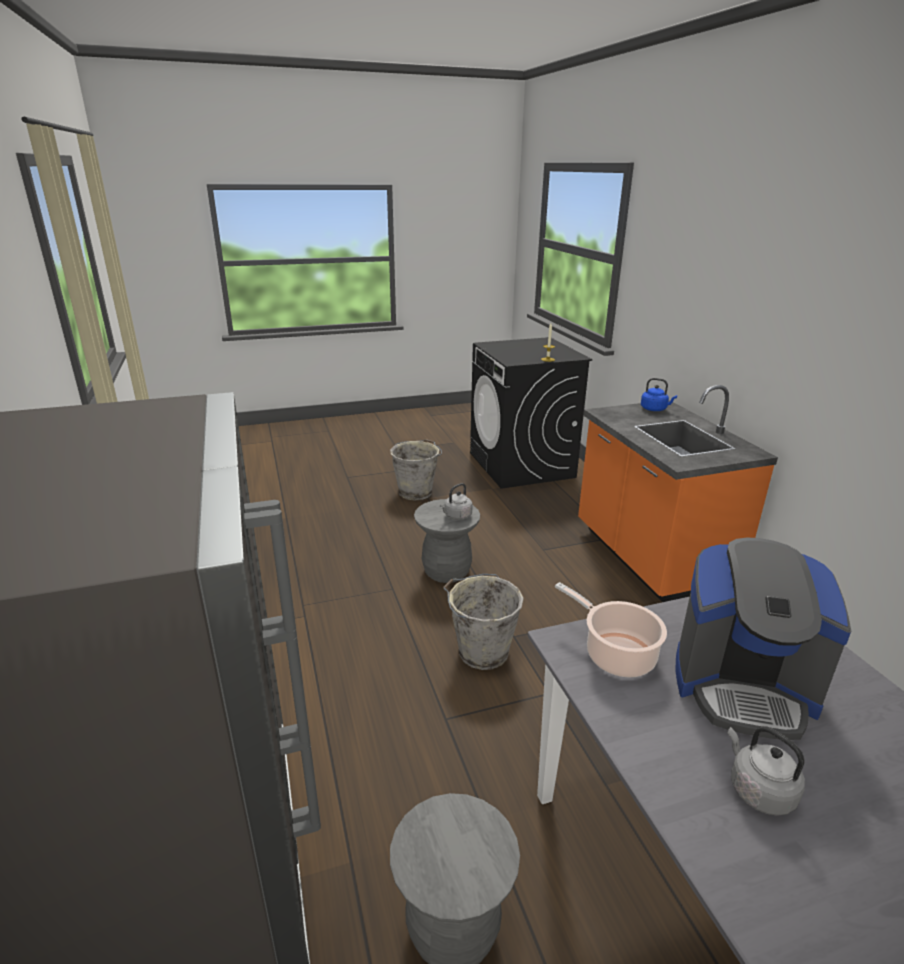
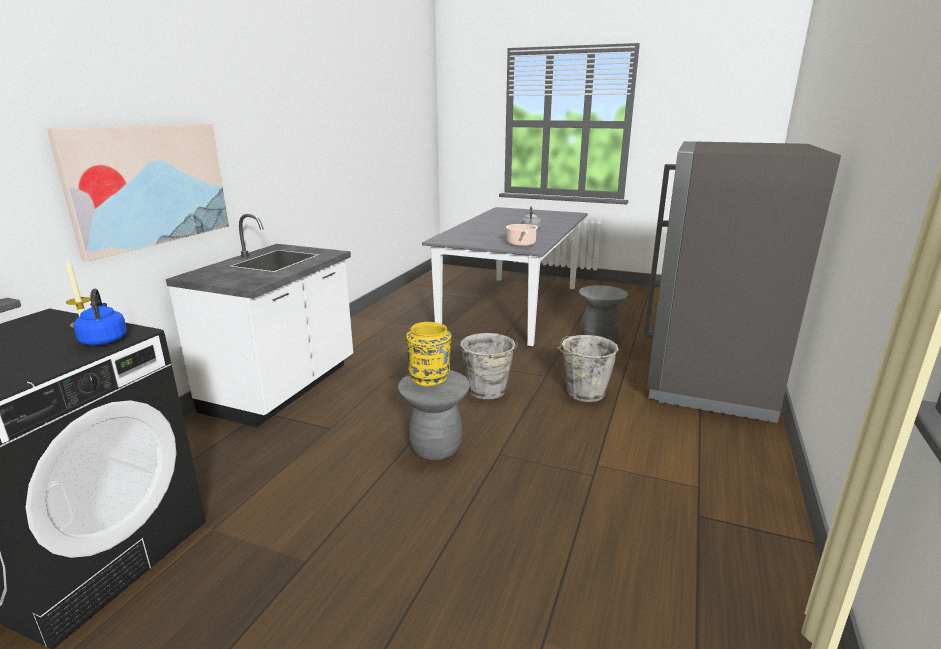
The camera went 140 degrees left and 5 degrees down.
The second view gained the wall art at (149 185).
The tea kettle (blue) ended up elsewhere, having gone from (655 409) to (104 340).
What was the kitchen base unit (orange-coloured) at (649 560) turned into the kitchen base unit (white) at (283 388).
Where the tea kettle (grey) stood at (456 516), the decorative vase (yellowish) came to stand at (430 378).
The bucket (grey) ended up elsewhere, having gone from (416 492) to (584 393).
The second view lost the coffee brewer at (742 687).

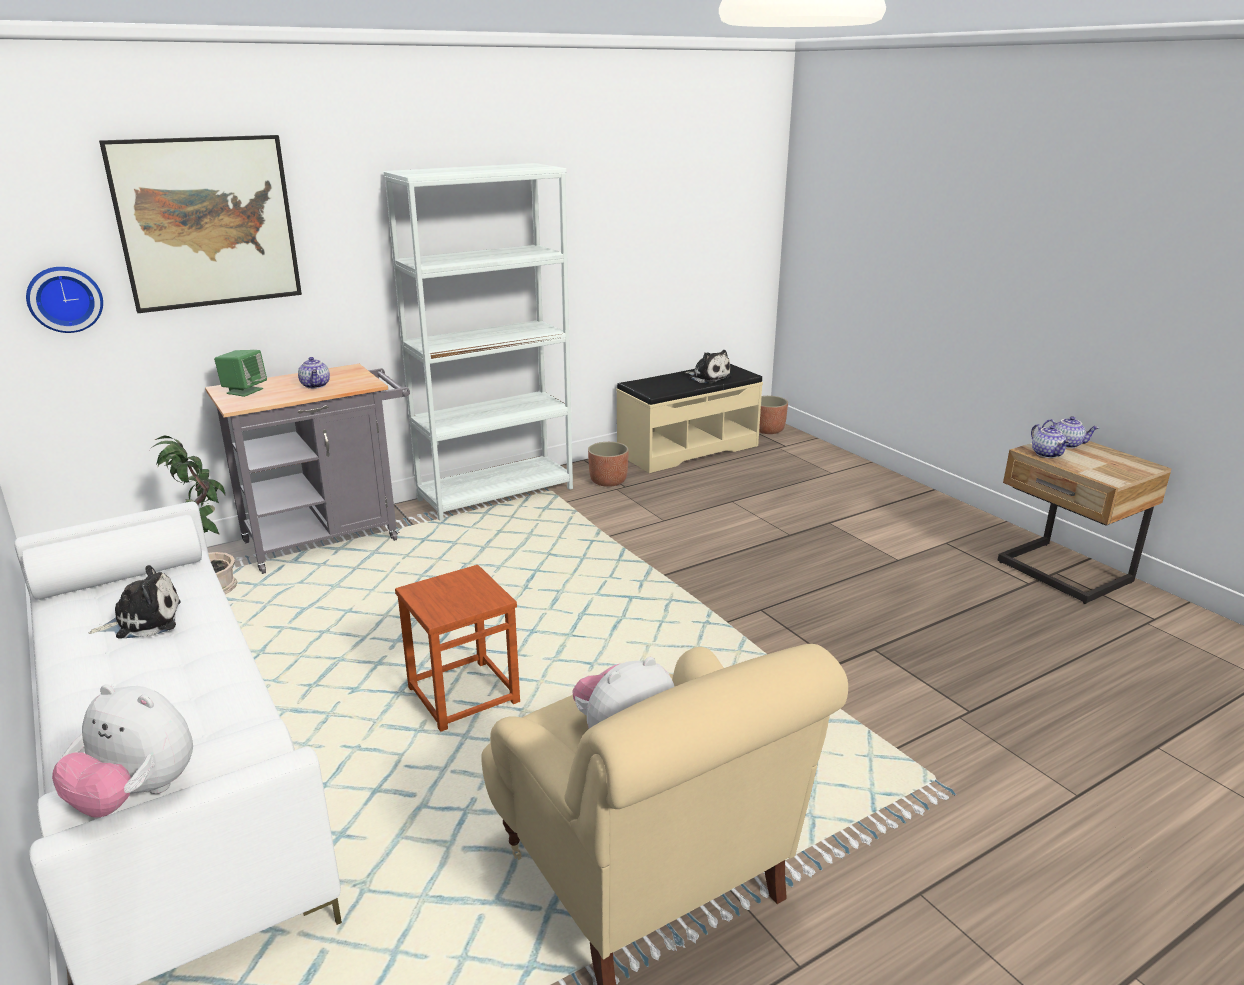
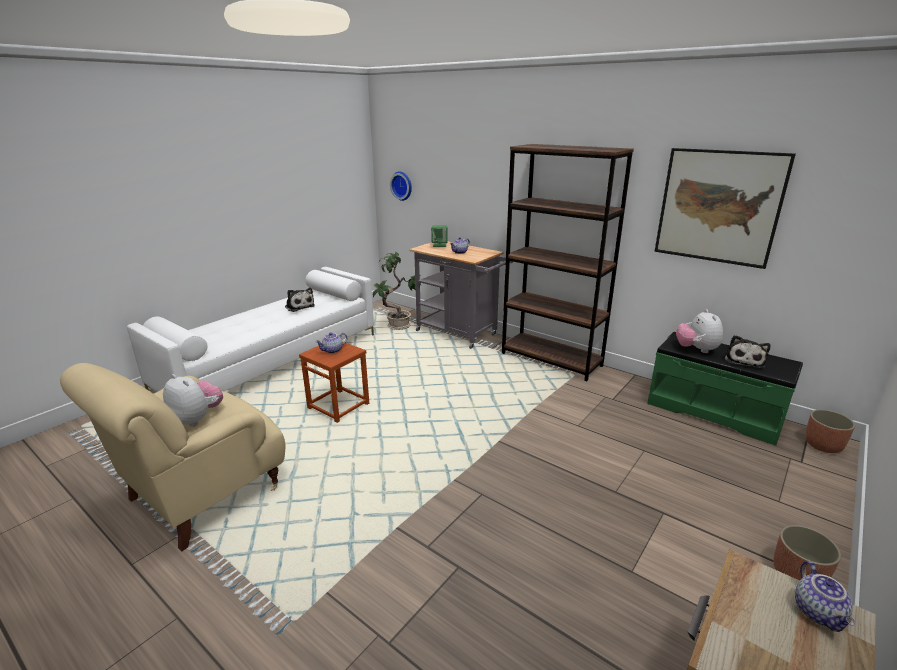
The camera went 70 degrees right and 0 degrees up.
The tea pot ended up elsewhere, having gone from (1047 454) to (332 351).
What was the bookcase (white) at (496 494) turned into the bookcase (brown) at (551 359).
What was the indoor bench (sand-coloured) at (687 449) turned into the indoor bench (greenish) at (714 411).
The wall art ended up elsewhere, having gone from (207 222) to (718 207).
The soft toy ended up elsewhere, having gone from (136 795) to (696 349).
The flower pot ended up elsewhere, having gone from (608 481) to (797 576).

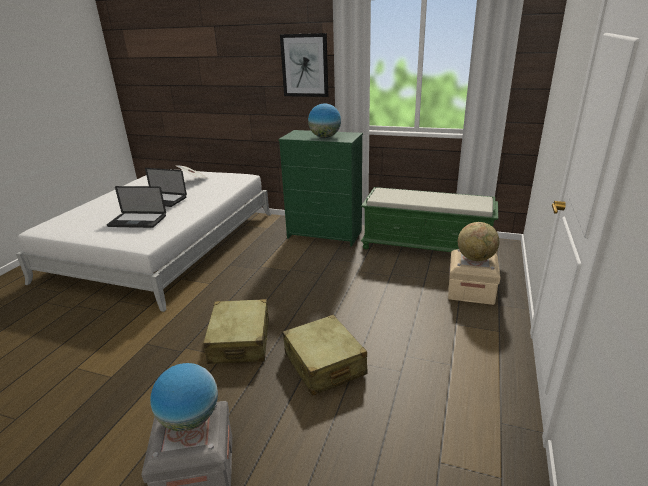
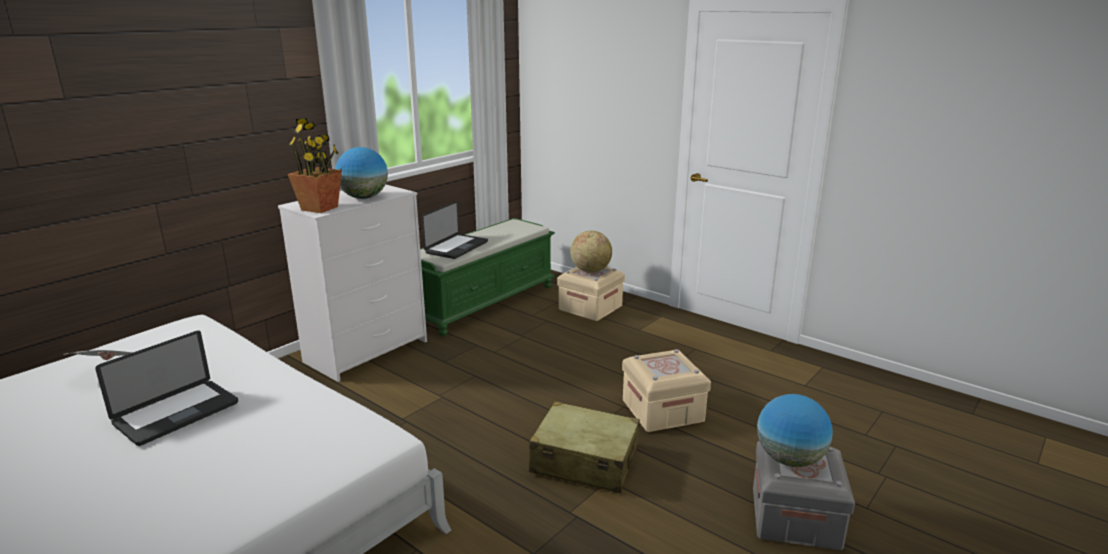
The camera went 70 degrees left and 5 degrees down.
What was the dresser (greenish) at (325 234) turned into the dresser (white) at (367 351).
The second view gained the plant in a pot at (320 208).
The laptop ended up elsewhere, having gone from (137 221) to (457 247).
Where the travel case (sand-coloured) stood at (324 364), the storage container (sand-coloured) came to stand at (662 411).
The second view lost the wall art at (305 65).

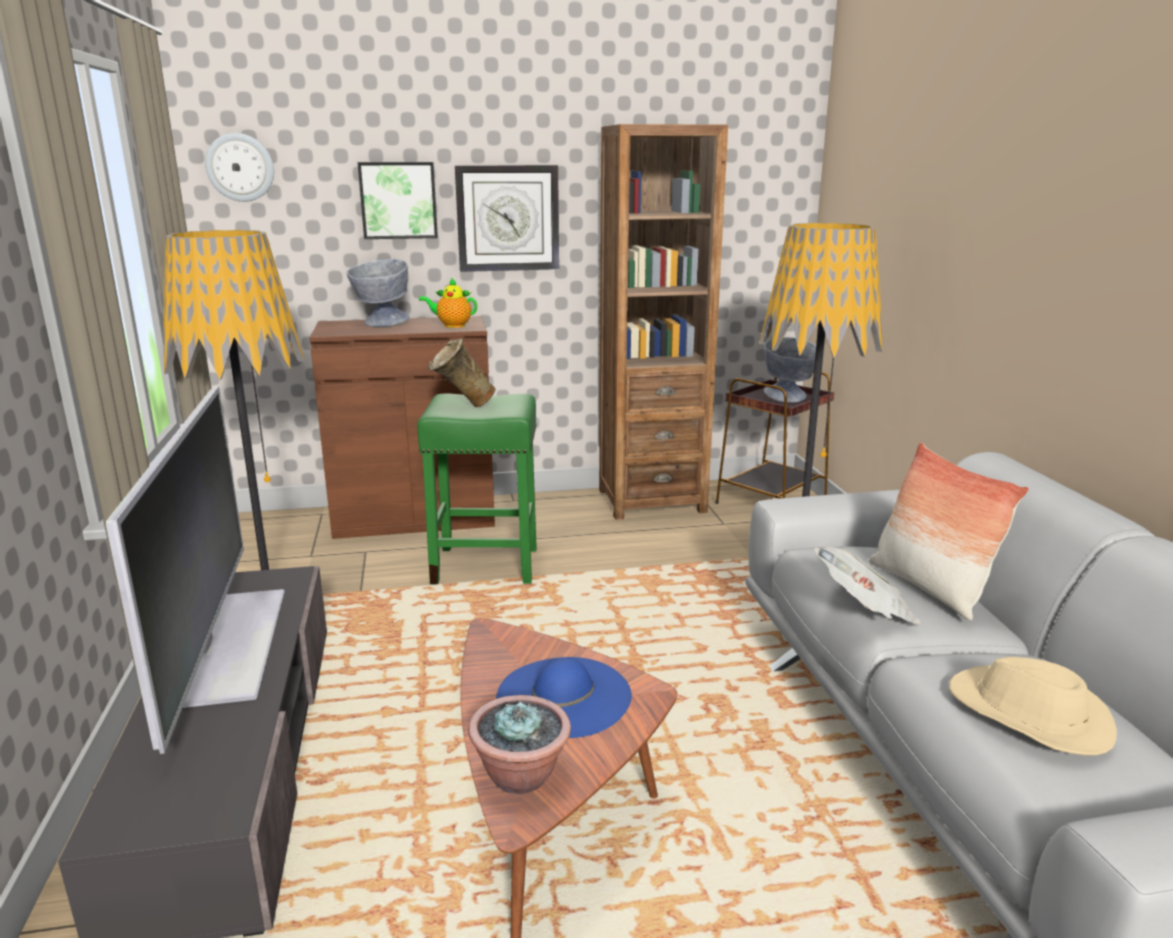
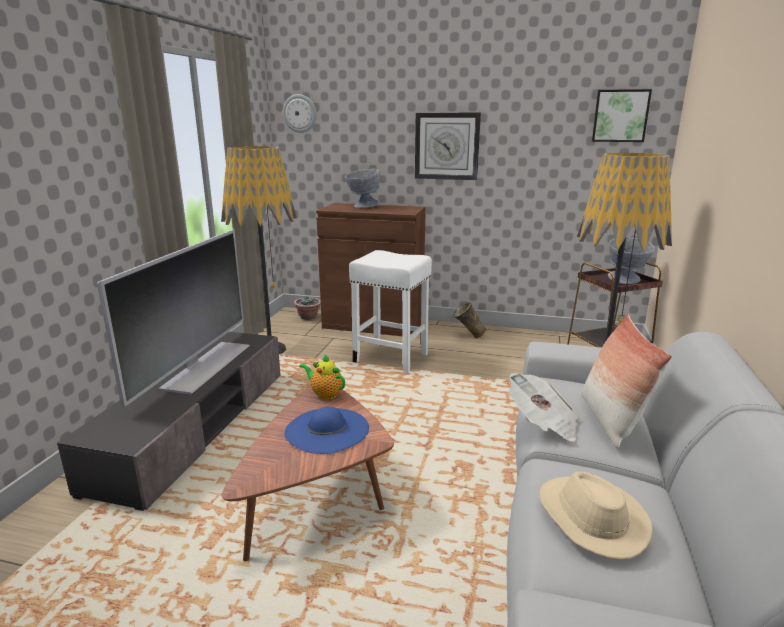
The camera went 25 degrees right and 0 degrees up.
The plant in a pot ended up elsewhere, having gone from (521 776) to (308 317).
The tea pot ended up elsewhere, having gone from (452 325) to (325 394).
What was the sitting stool (greenish) at (487 565) turned into the sitting stool (white) at (392 358).
The decorative vase (sand-coloured) ended up elsewhere, having gone from (462 408) to (467 337).
The wall art ended up elsewhere, having gone from (398 200) to (620 116).
The second view lost the bookcase (brown) at (651 501).

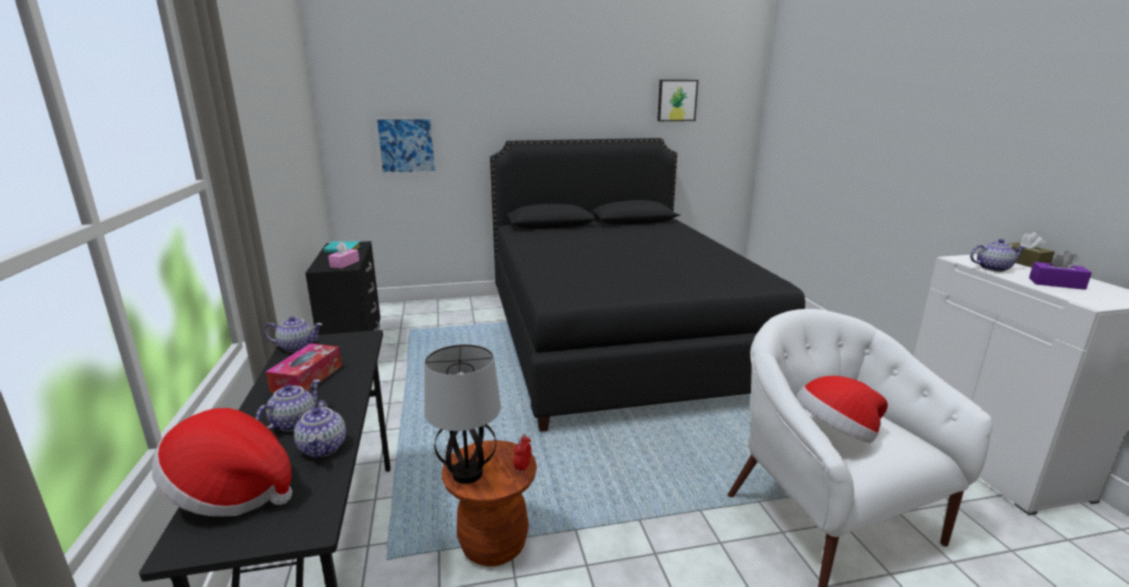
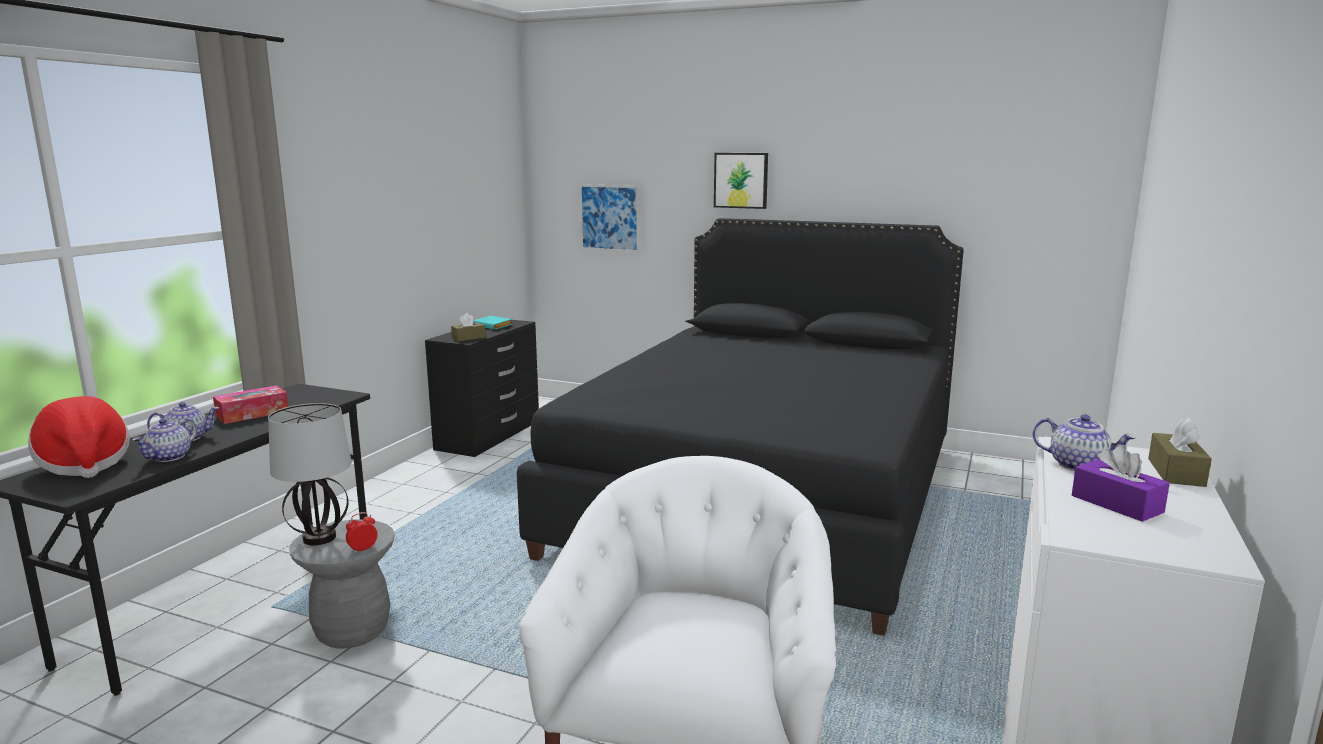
The camera went 35 degrees right and 5 degrees down.
What was the sitting stool (brown) at (493 545) turned into the sitting stool (grey) at (352 631).
What was the tissue box (pink) at (344 264) turned into the tissue box (brown) at (468 338).
The wall art ended up elsewhere, having gone from (676 100) to (741 180).
The second view lost the tea pot at (297 347).
The second view lost the hat at (835 434).

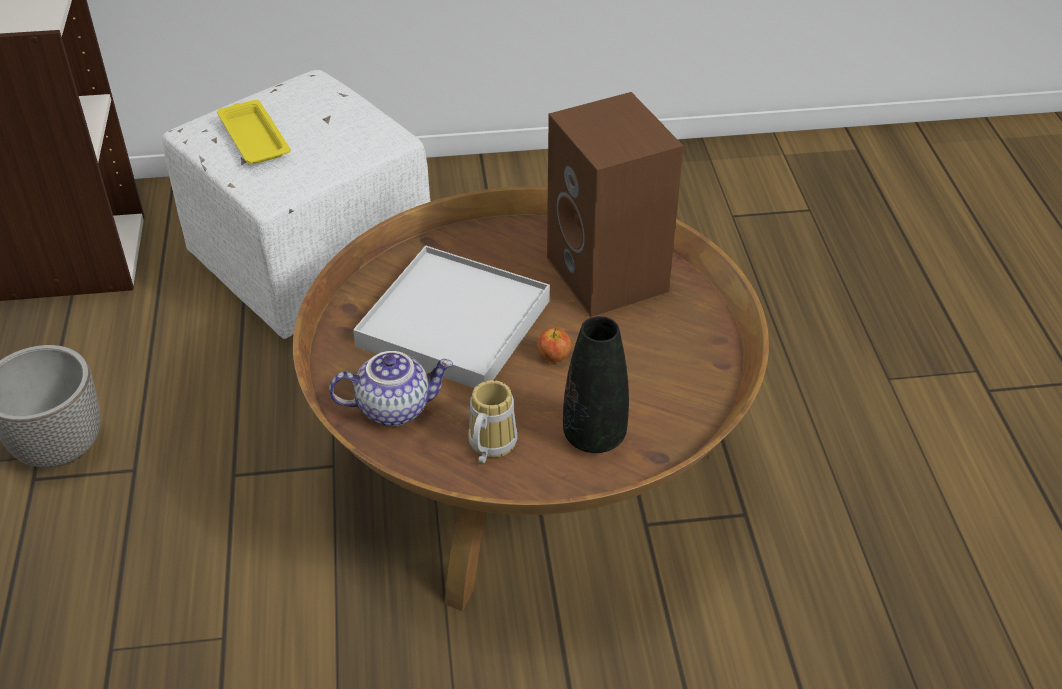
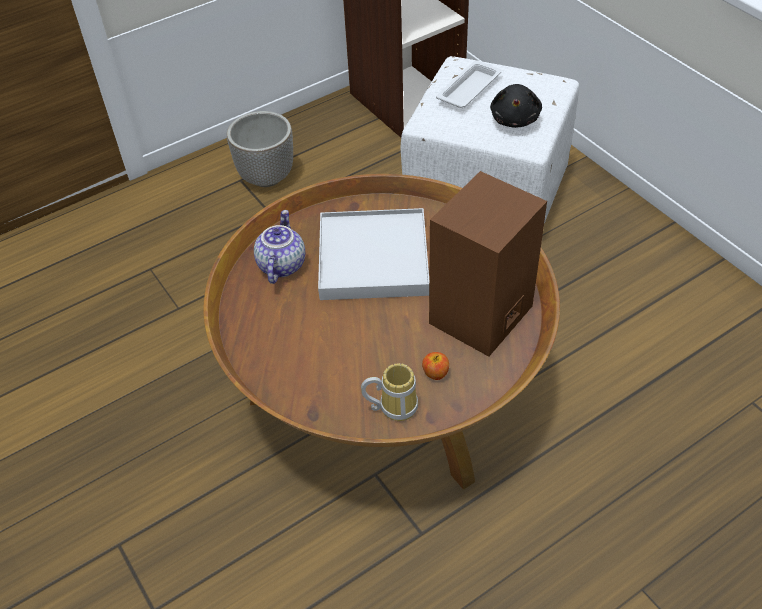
The camera went 65 degrees right and 5 degrees up.
The tea pot at (394 407) ended up facing another way, 135 degrees counterclockwise from before.
The tea mug ended up elsewhere, having gone from (487 446) to (393 406).
The apple fruit ended up elsewhere, having gone from (553 356) to (435 373).
What was the serving tray (yellowish) at (253 137) turned into the serving tray (white) at (470 88).
The second view gained the soft toy (blackish) at (515 119).
The second view lost the decorative vase (blackish) at (594 437).

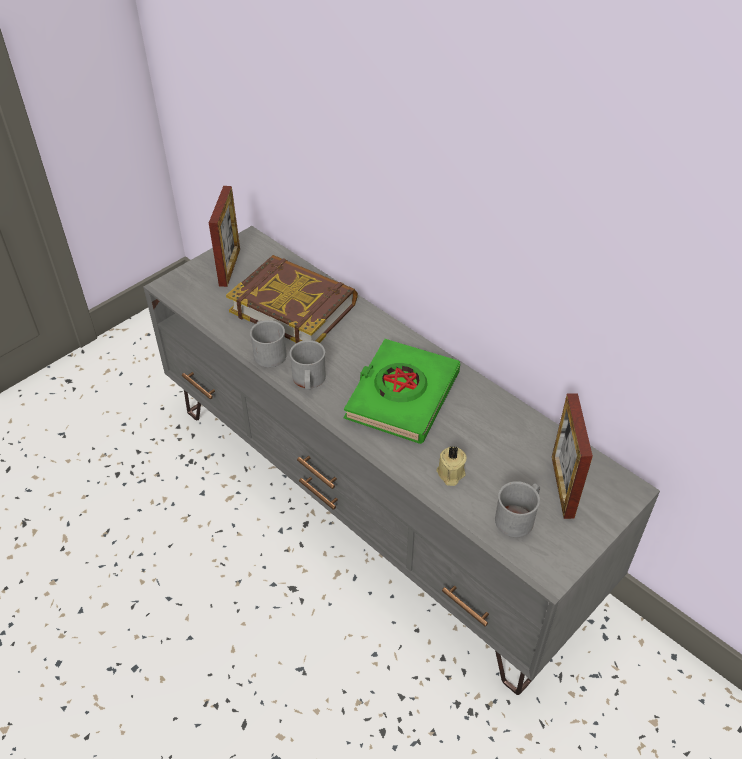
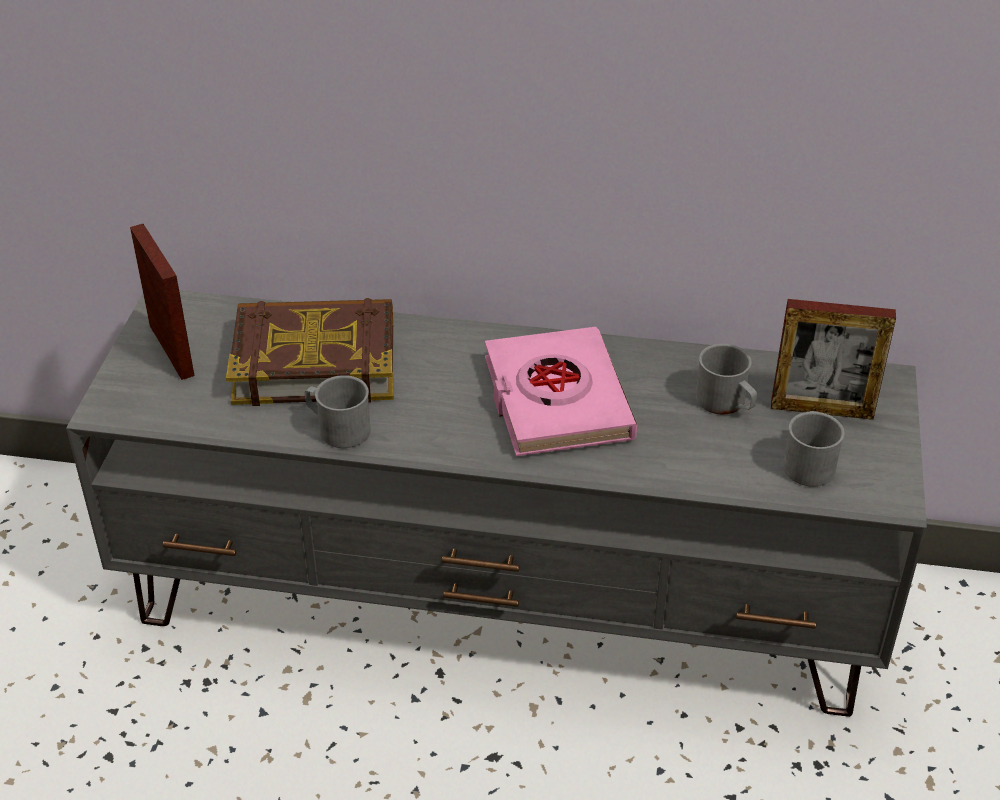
The camera went 35 degrees left and 5 degrees down.
What was the bound book (greenish) at (401 396) turned into the bound book (pink) at (556 400).
The tea mug (grey) ended up elsewhere, having gone from (309 381) to (726 403).
The photo frame at (562 486) ended up facing another way, 45 degrees counterclockwise from before.
The second view lost the candle (sand-coloured) at (450 474).

